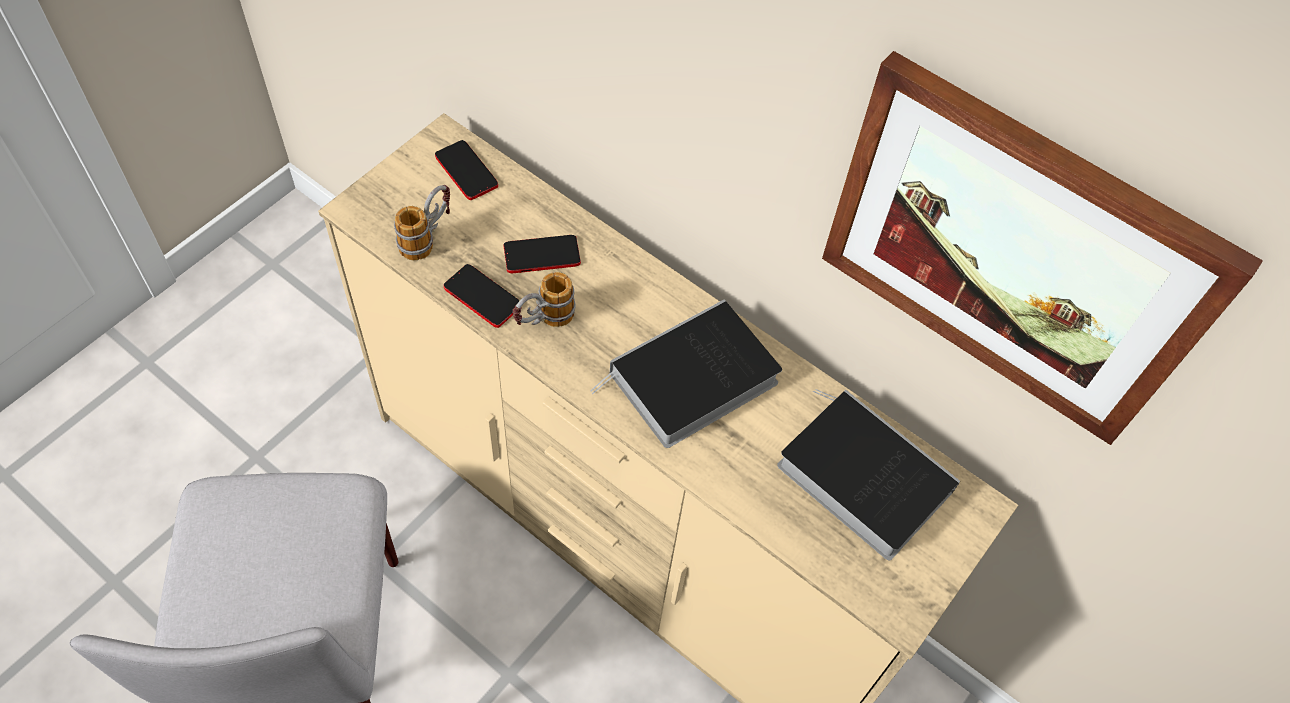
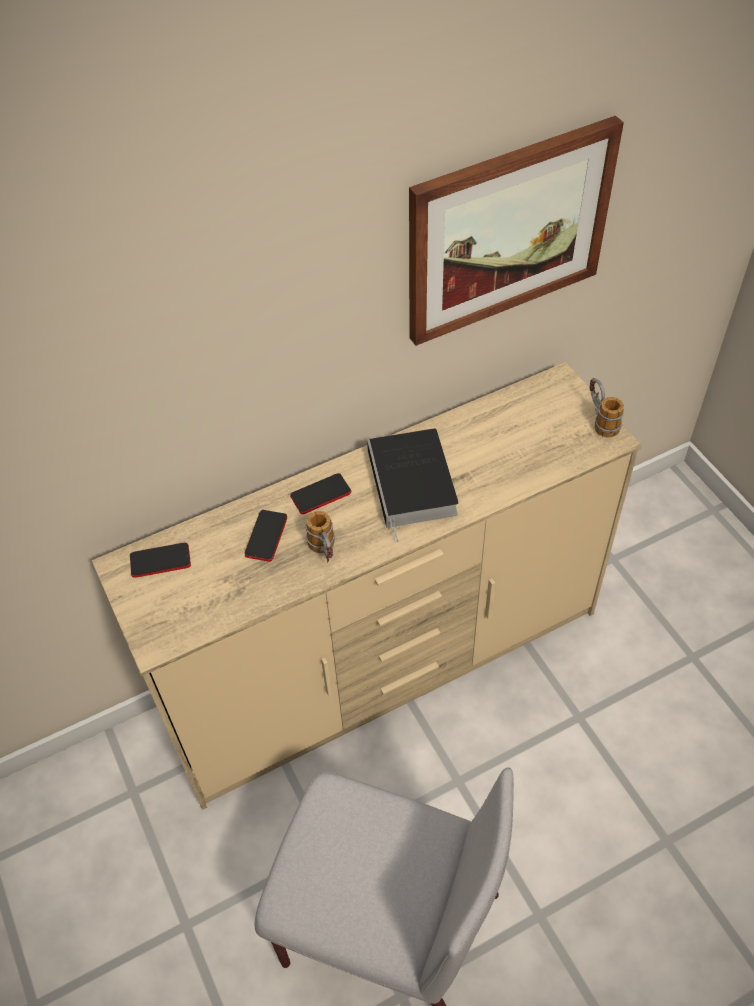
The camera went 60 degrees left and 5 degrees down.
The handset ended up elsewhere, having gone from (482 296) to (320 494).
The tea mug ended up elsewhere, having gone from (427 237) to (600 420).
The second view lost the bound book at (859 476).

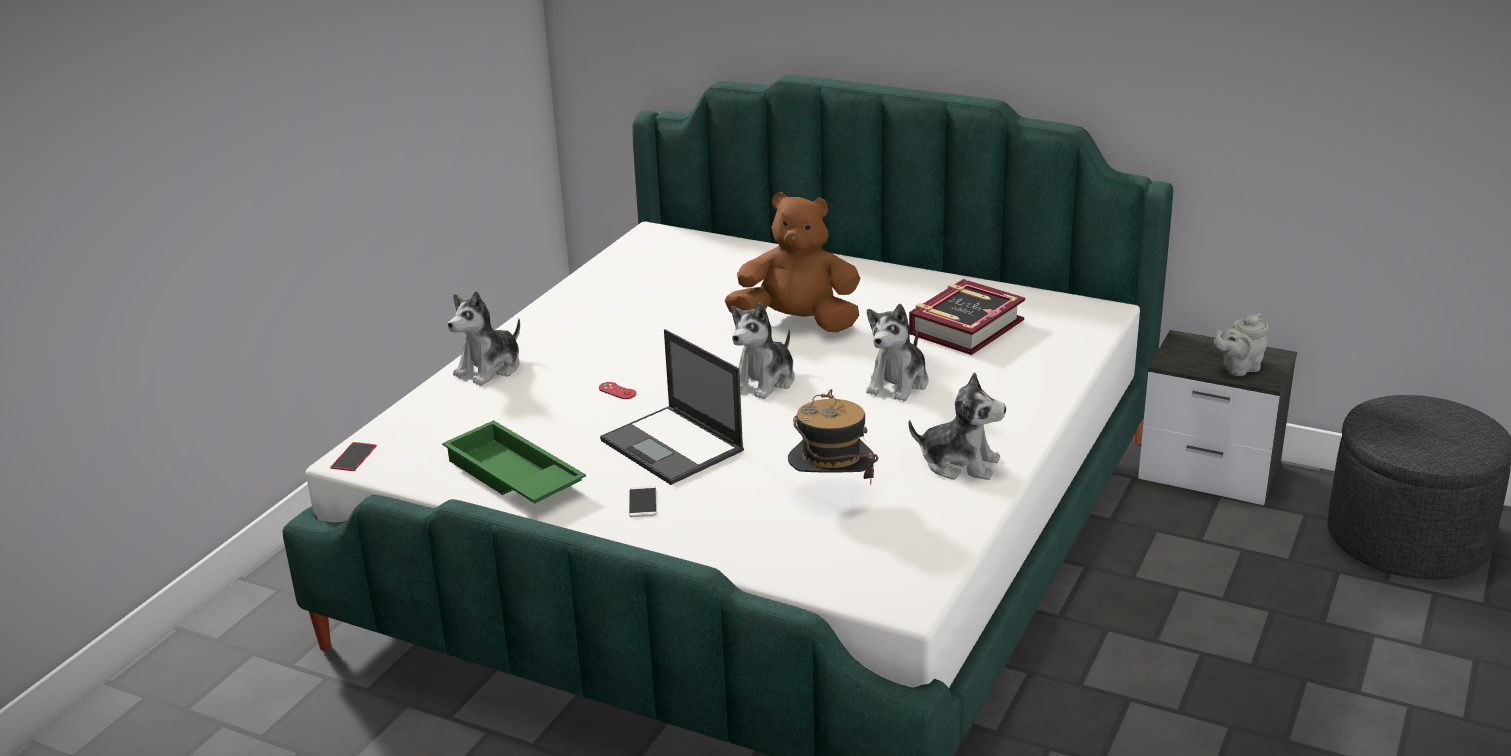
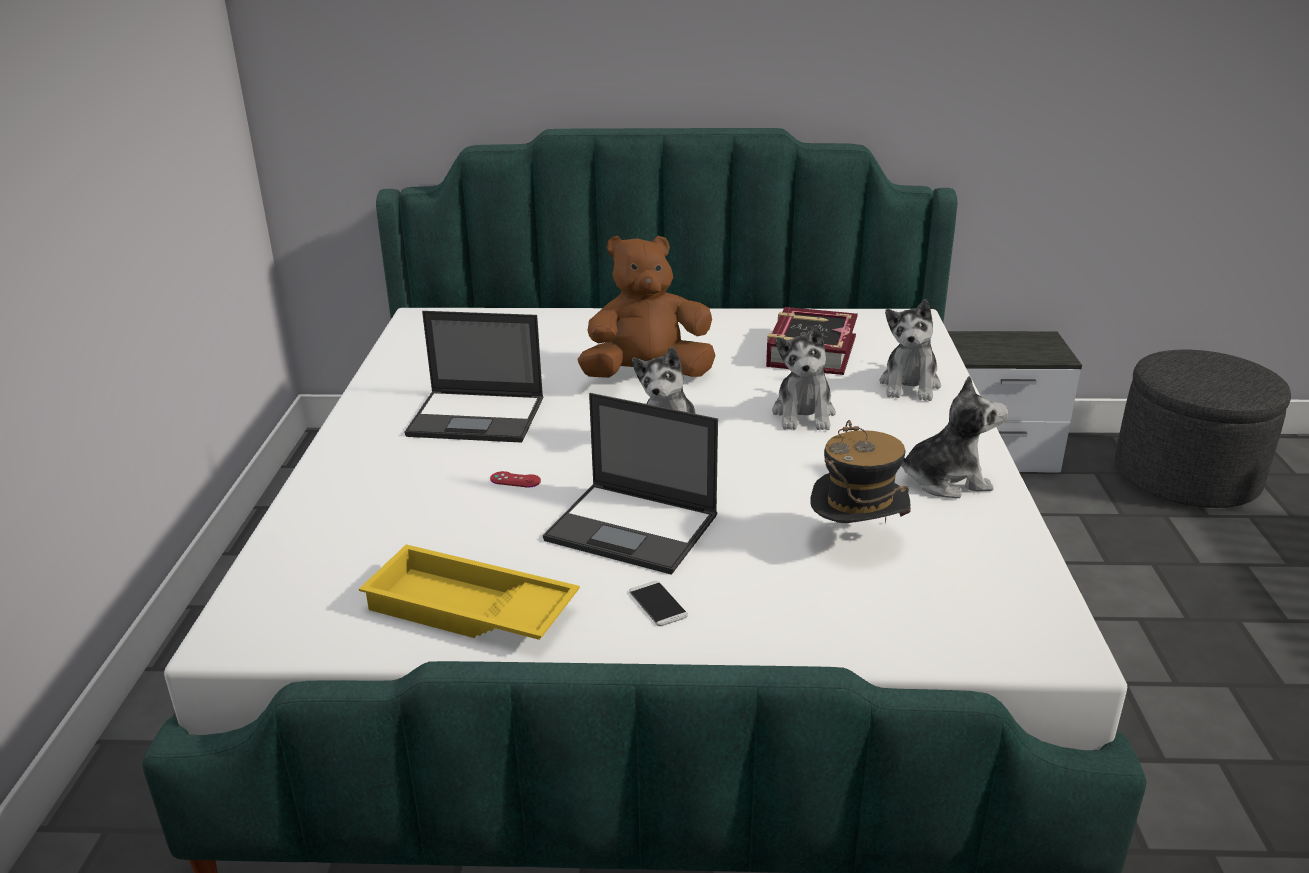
The camera went 25 degrees left and 0 degrees up.
What was the serving tray (greenish) at (511 477) turned into the serving tray (yellowish) at (468 611).
The second view gained the laptop at (478 417).
The soft toy ended up elsewhere, having gone from (490 368) to (910 385).
The second view lost the handset at (353 457).
The second view lost the tea pot (grey) at (1238 368).

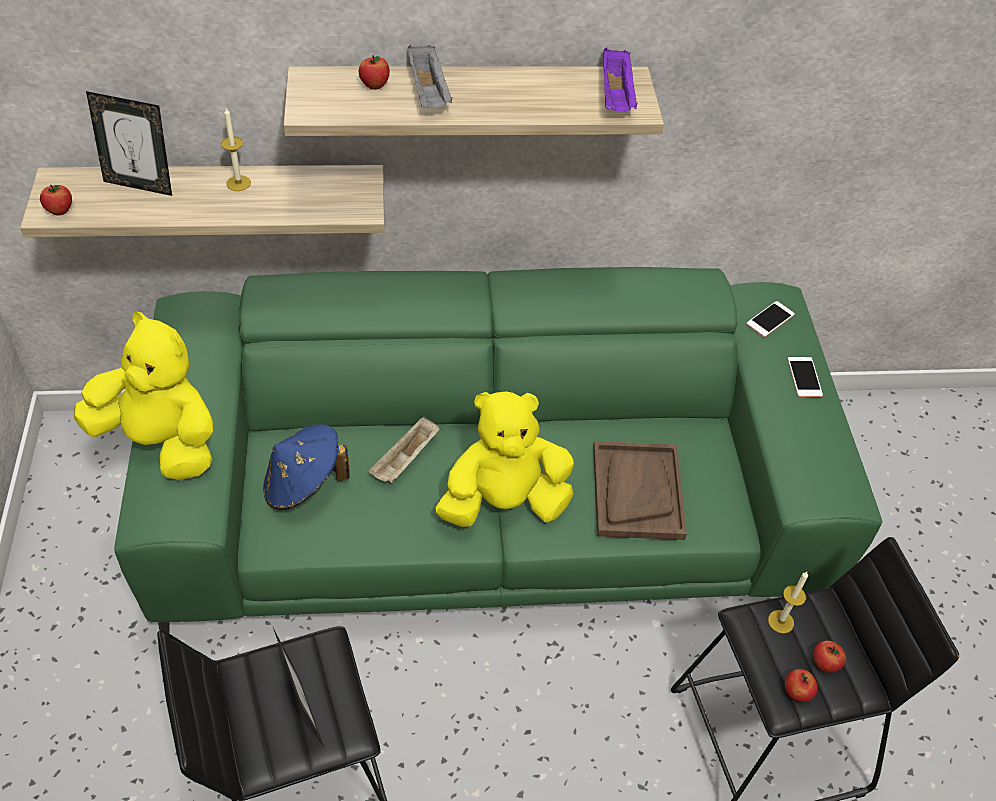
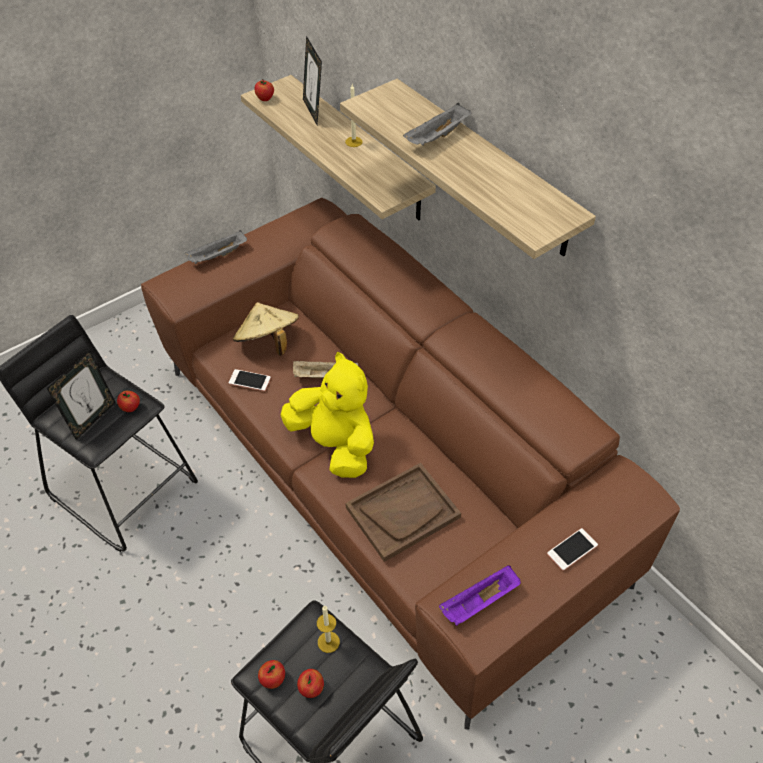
The camera went 60 degrees right and 0 degrees up.
The apple fruit ended up elsewhere, having gone from (374 85) to (131 408).
What was the settee (greenish) at (488 513) turned into the settee (brown) at (383 471).
Where the soft toy (yellowish) stood at (161 441), the serving tray (grey) came to stand at (218 256).
The handset ended up elsewhere, having gone from (770 319) to (249 380).
What was the hat (blue) at (304 484) turned into the hat (sand-coloured) at (268 343).
The serving tray (purplish) ended up elsewhere, having gone from (616 96) to (479 602).

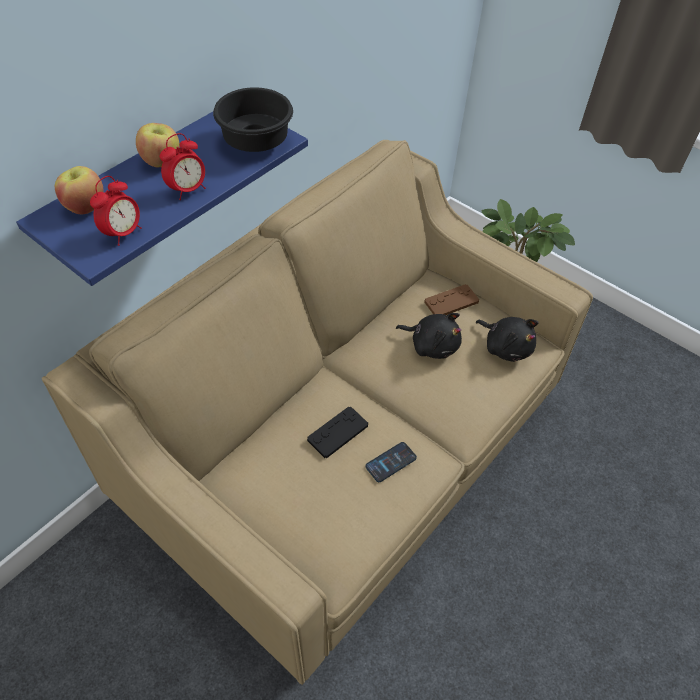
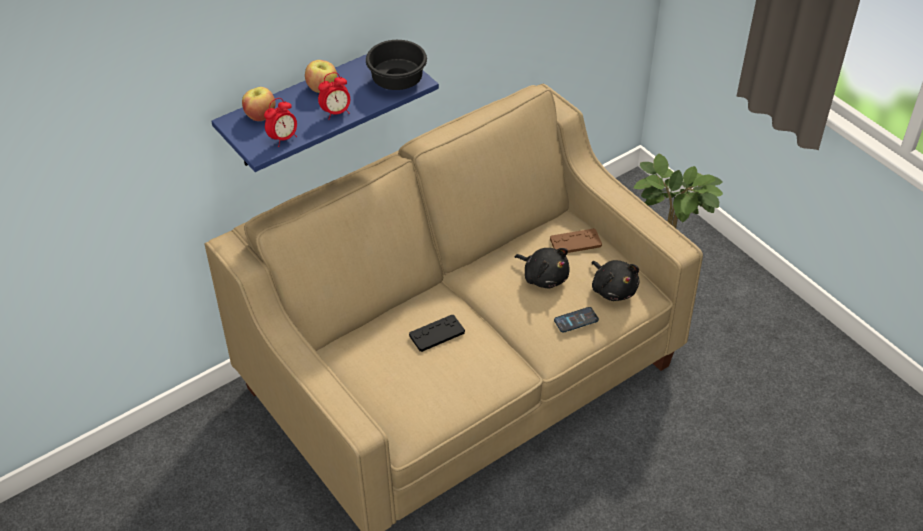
The camera went 15 degrees right and 5 degrees down.
The handset ended up elsewhere, having gone from (391 462) to (576 320).

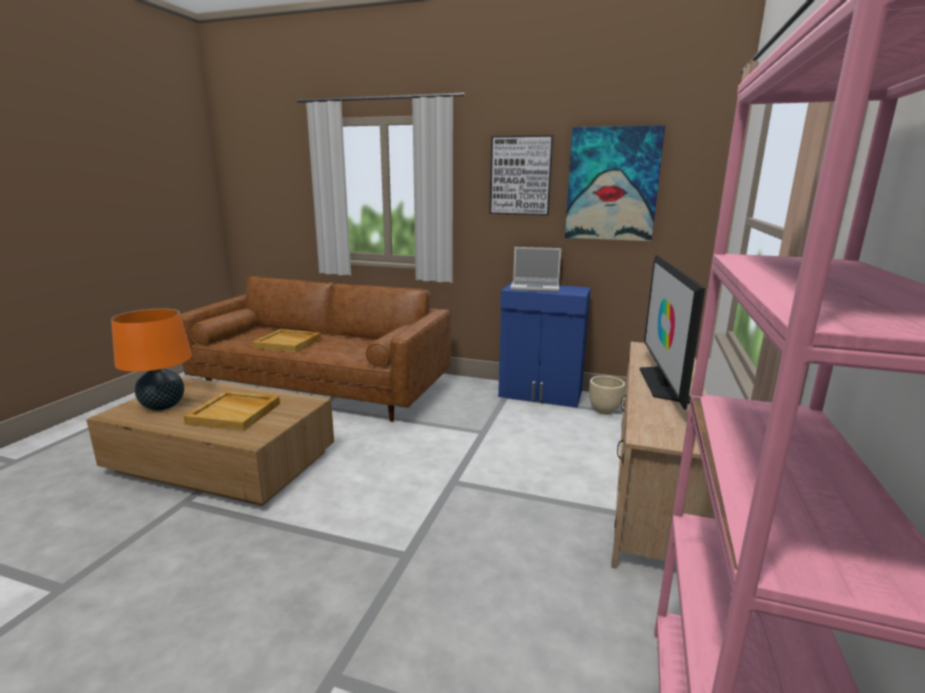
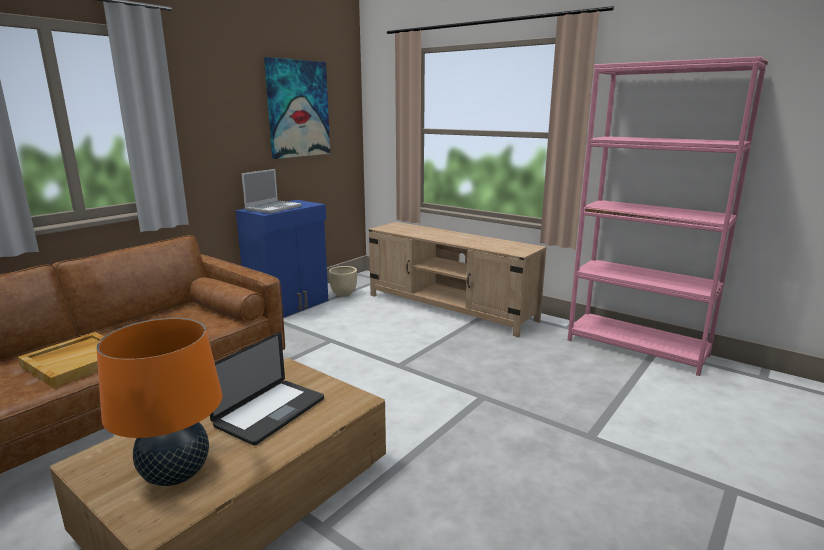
The camera went 70 degrees left and 0 degrees up.
Where the serving tray (sand-coloured) stood at (235 413), the laptop came to stand at (270 412).
The second view lost the wall art at (520 176).
The second view lost the TV set at (663 383).

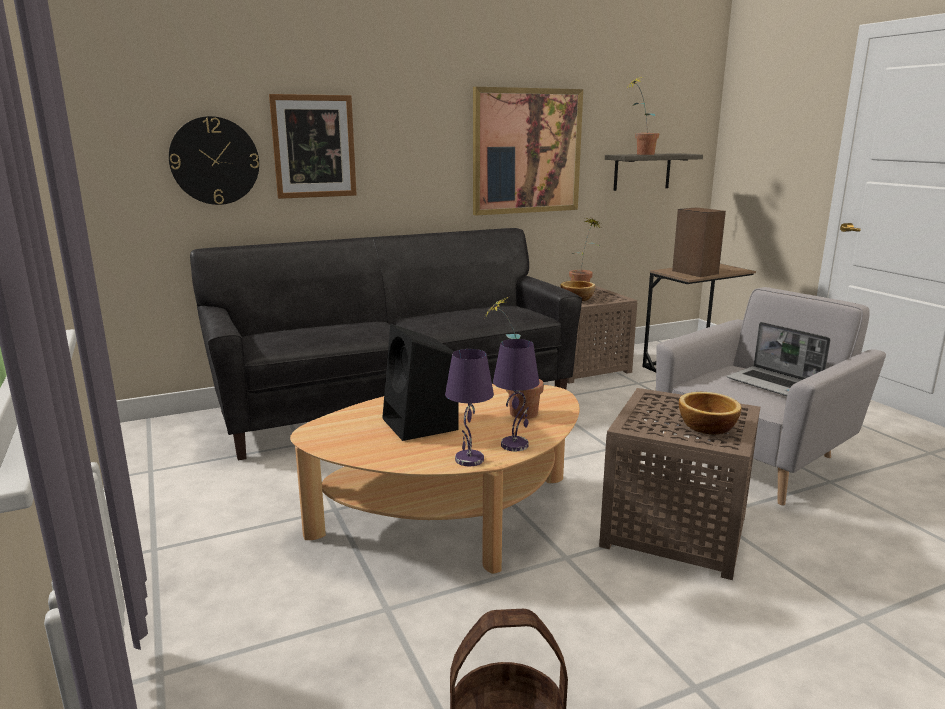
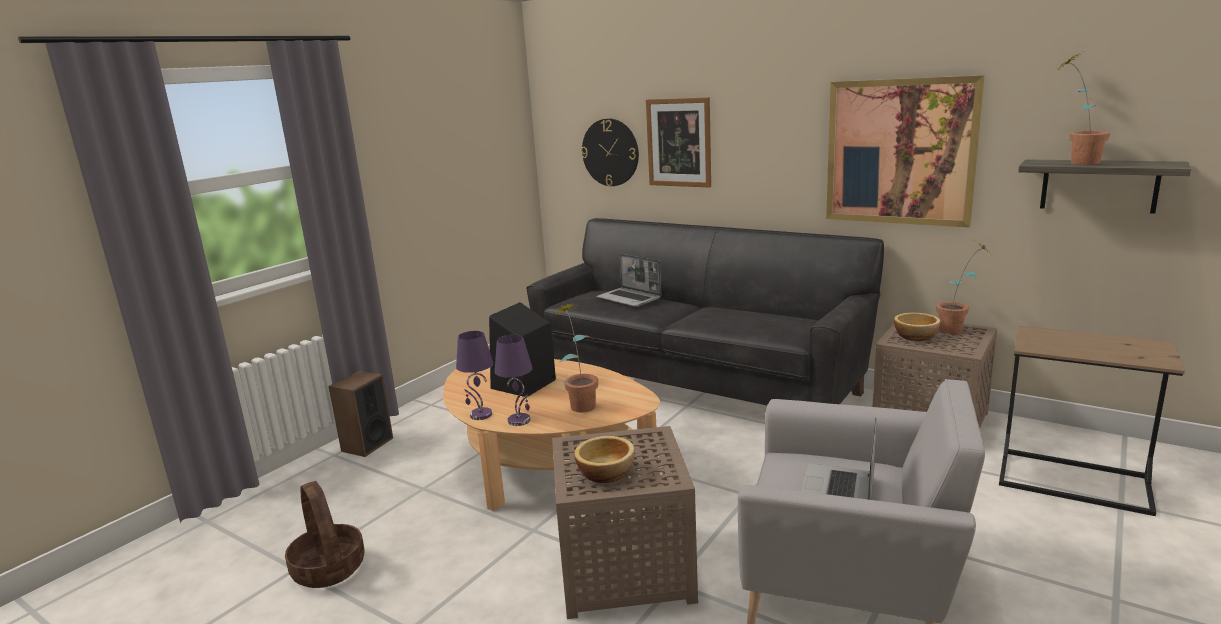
The camera went 60 degrees right and 0 degrees up.
The speaker ended up elsewhere, having gone from (695 272) to (367 444).
The second view gained the laptop at (629 298).

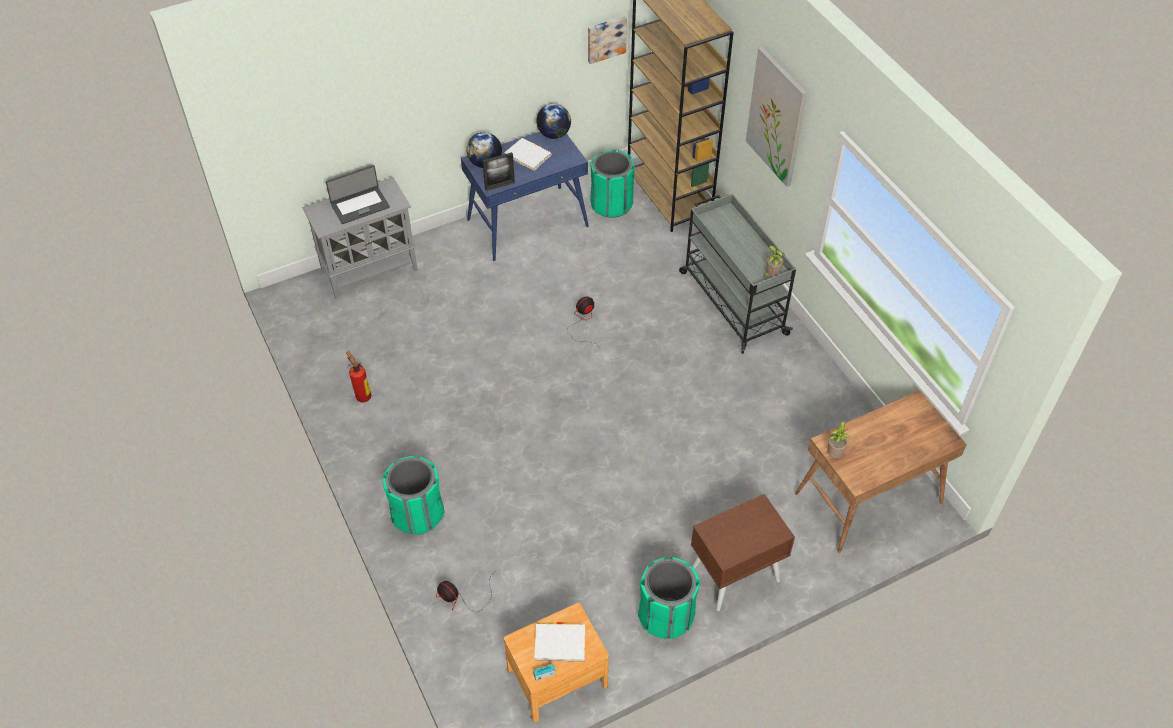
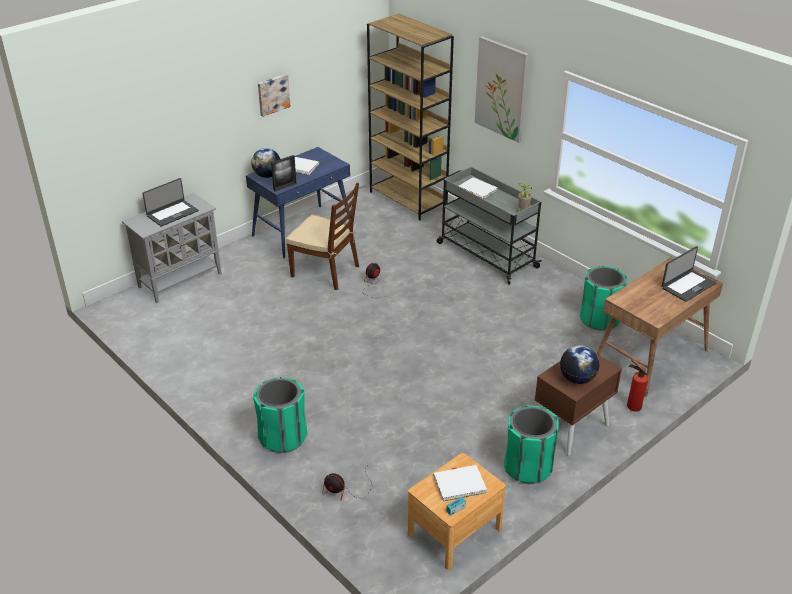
The camera went 15 degrees left and 15 degrees down.
The wall art ended up elsewhere, having gone from (606 38) to (273 94).
The second view gained the plain chair (brown) at (326 271).
The second view gained the bound book (white) at (477 190).
The globe ended up elsewhere, having gone from (554 134) to (577 379).
The trash can (greenish) ended up elsewhere, having gone from (611 204) to (599 319).
The fire-fighting cylinder ended up elsewhere, having gone from (362 395) to (631 406).
The second view gained the laptop at (687 285).
The second view lost the plant in a pot at (834 454).

